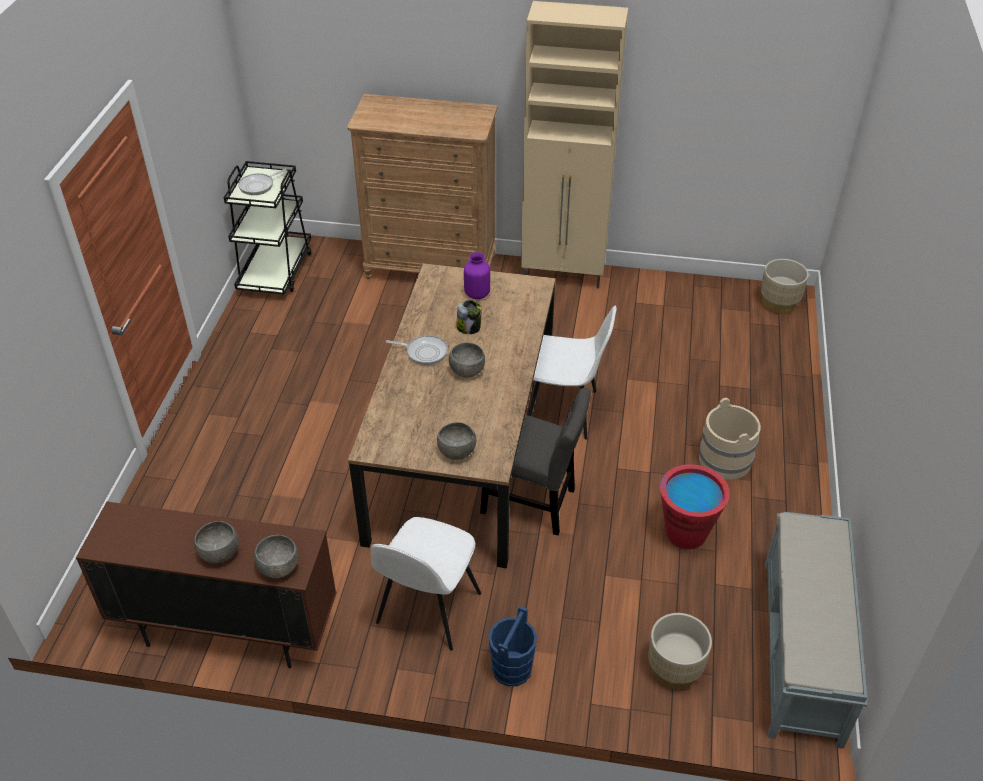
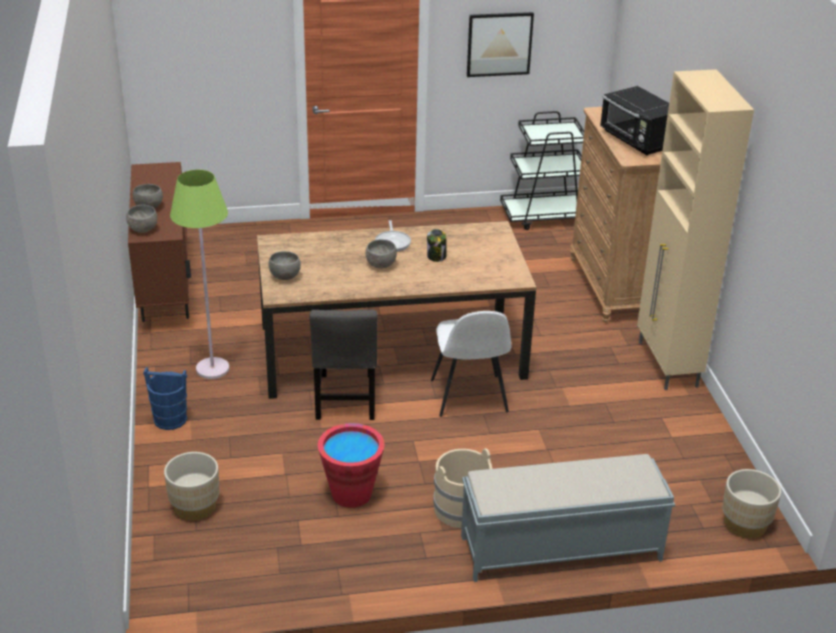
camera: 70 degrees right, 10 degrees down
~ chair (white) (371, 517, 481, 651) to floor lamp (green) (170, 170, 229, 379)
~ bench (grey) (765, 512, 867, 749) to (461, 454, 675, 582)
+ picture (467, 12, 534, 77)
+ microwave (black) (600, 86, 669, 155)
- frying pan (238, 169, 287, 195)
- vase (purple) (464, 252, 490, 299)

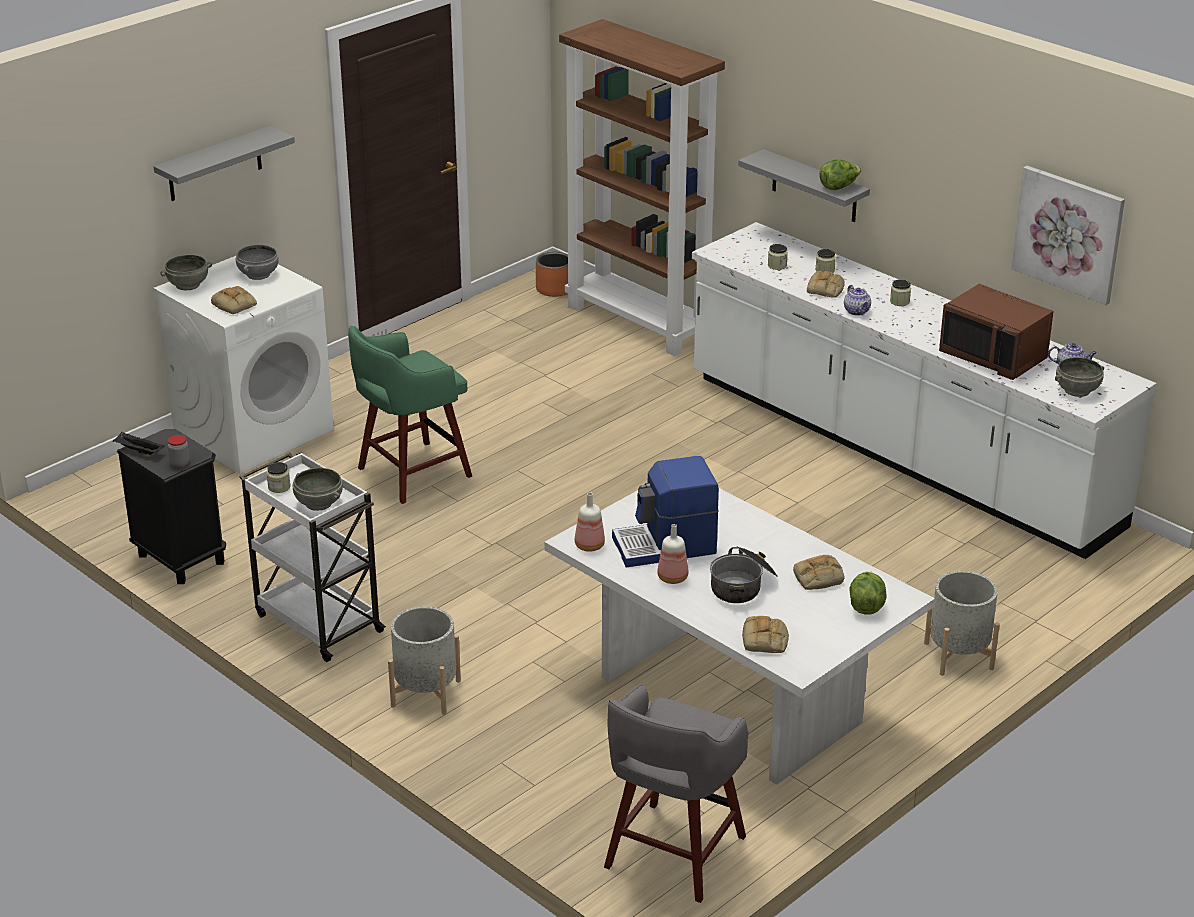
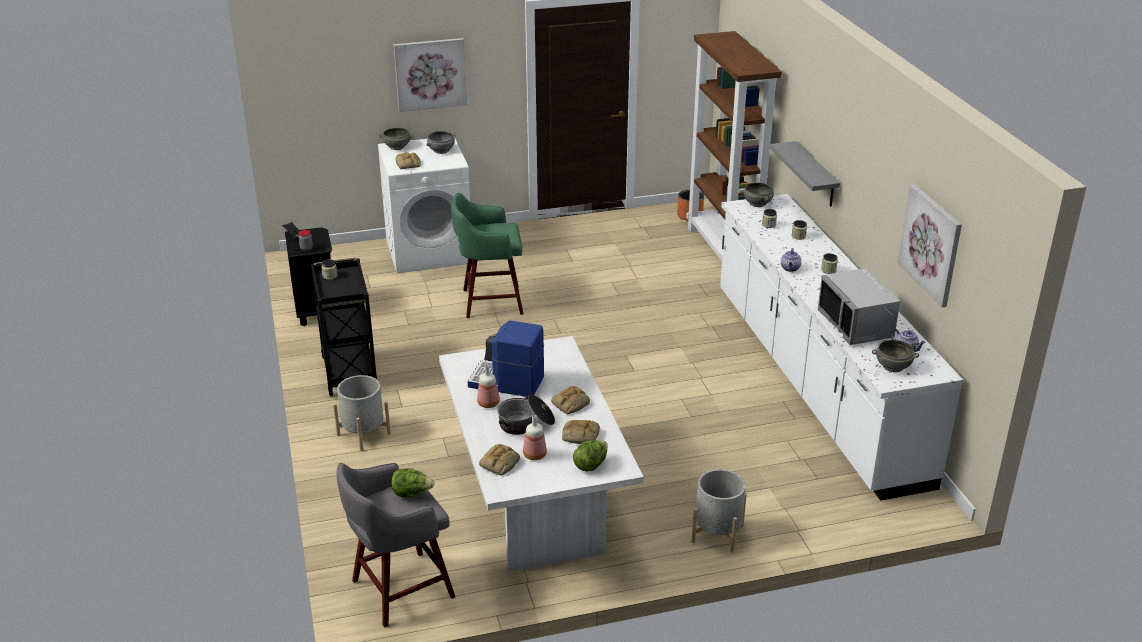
camera: 30 degrees right, 0 degrees up
~ cart (white) (239, 451, 386, 662) to cart (black) (311, 258, 377, 397)
~ lettuce (819, 159, 861, 190) to (391, 468, 435, 498)
~ shelf (grey) (154, 126, 295, 201) to picture (394, 38, 467, 112)
~ bottle (575, 492, 605, 552) to (523, 415, 547, 460)
~ bread (807, 271, 845, 298) to (551, 386, 590, 414)
~ bowl (grey) (293, 468, 343, 511) to (744, 183, 774, 207)
~ microwave (brown) (939, 283, 1054, 380) to microwave (grey) (818, 268, 900, 345)

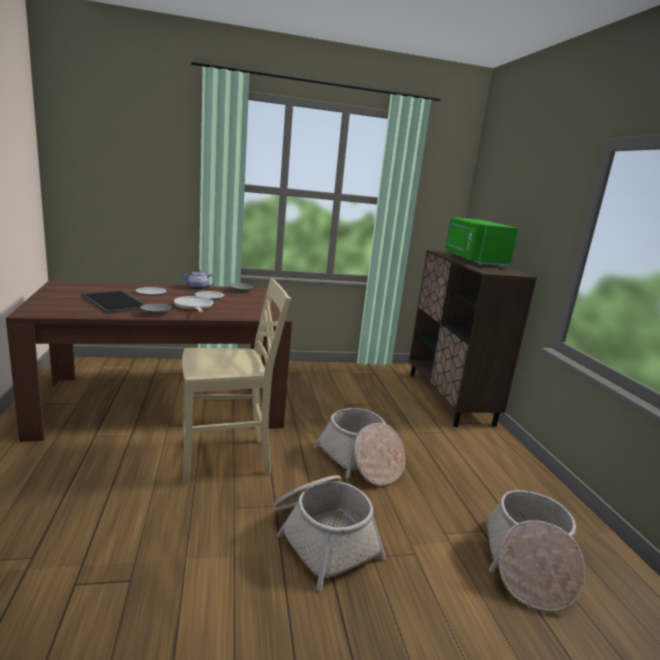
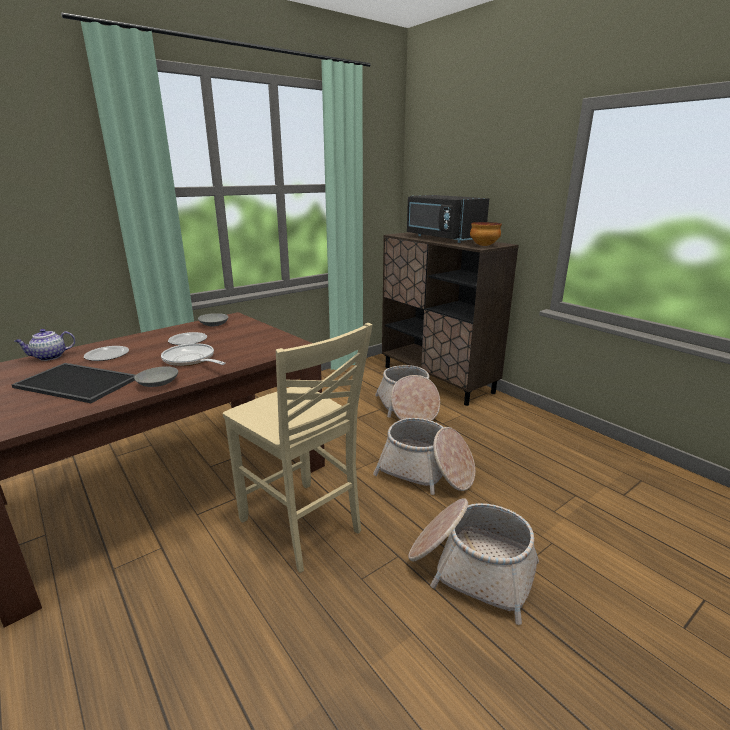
camera: 25 degrees left, 5 degrees up
~ teapot (182, 269, 215, 290) to (14, 329, 75, 361)
~ chair (beige) (182, 278, 291, 484) = (223, 323, 372, 573) 90 degrees clockwise
~ basket (484, 490, 585, 612) to (375, 365, 440, 421)
~ microwave (green) (445, 217, 519, 268) to microwave (black) (407, 195, 489, 243)
+ bowl (470, 222, 502, 246)

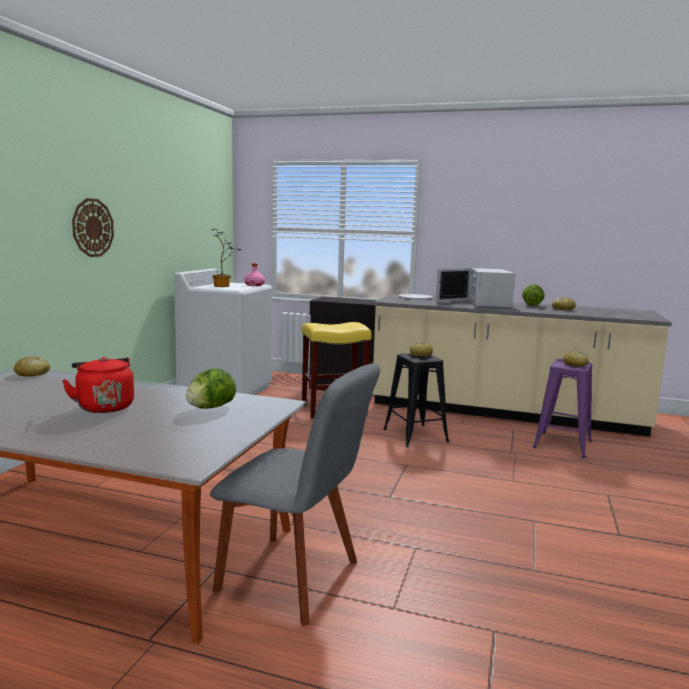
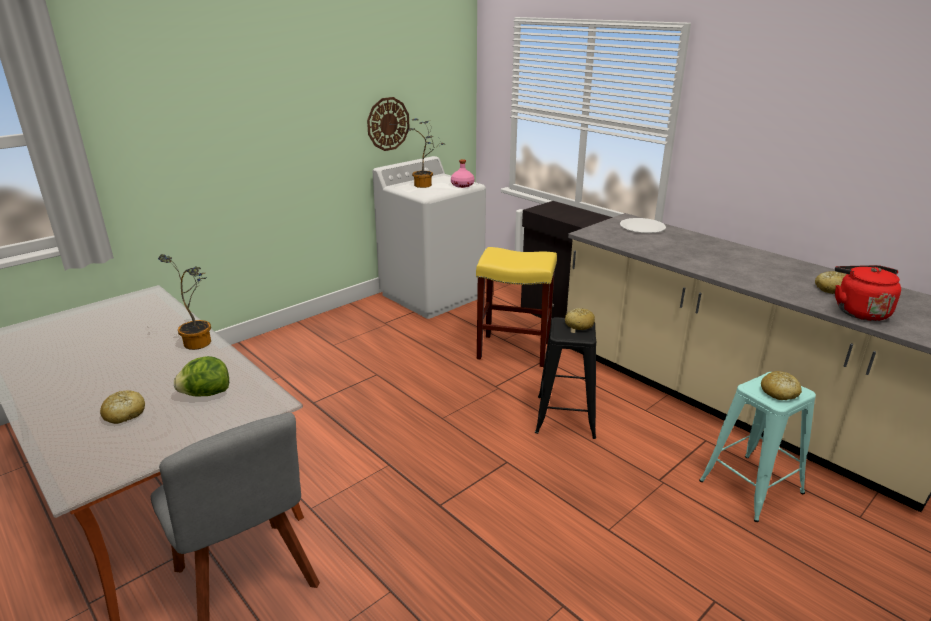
camera: 30 degrees right, 15 degrees up
~ bread (14, 356, 50, 377) to (100, 390, 145, 424)
+ potted plant (158, 254, 211, 350)
~ wall clock (72, 198, 114, 257) to (367, 97, 410, 151)
~ stool (purple) (533, 359, 592, 458) to stool (turquoise) (699, 372, 816, 522)
~ kettle (red) (62, 357, 134, 413) to (835, 265, 901, 321)
- microwave (white) (435, 268, 515, 308)
- lettuce (522, 284, 545, 306)

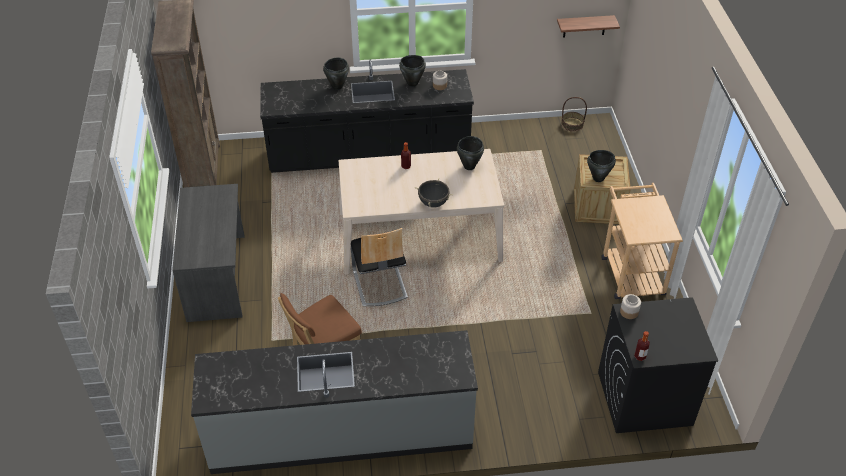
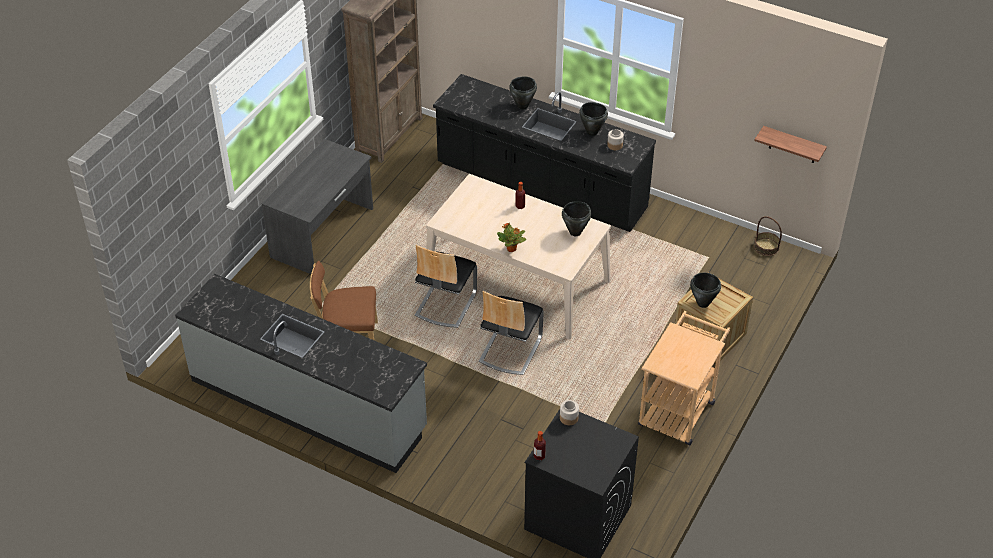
camera: 35 degrees right, 0 degrees up
+ chair (479, 291, 544, 375)
~ cooking pot (black) (415, 178, 453, 208) to potted plant (497, 223, 526, 252)

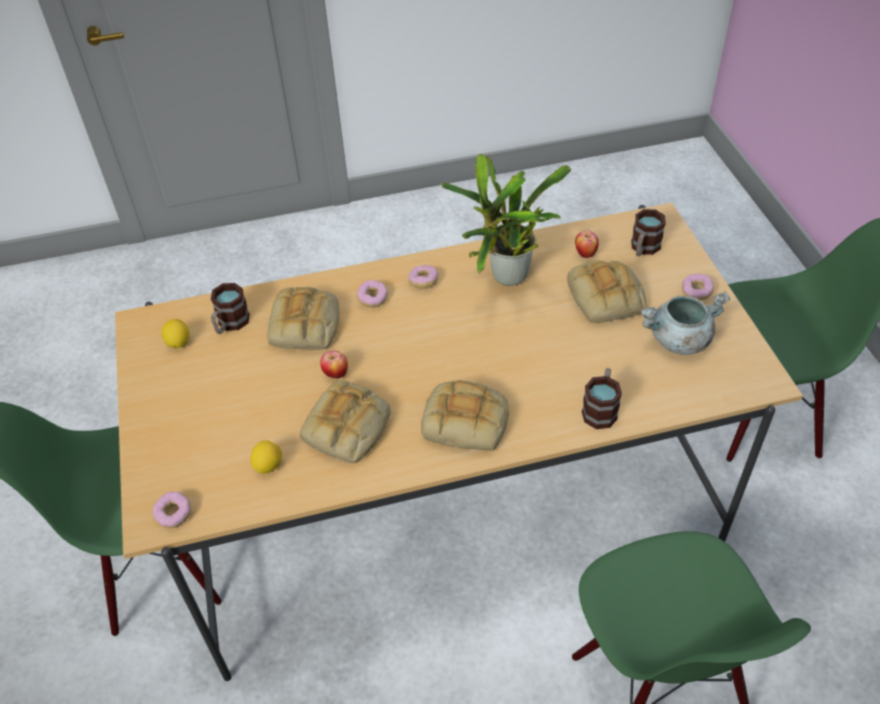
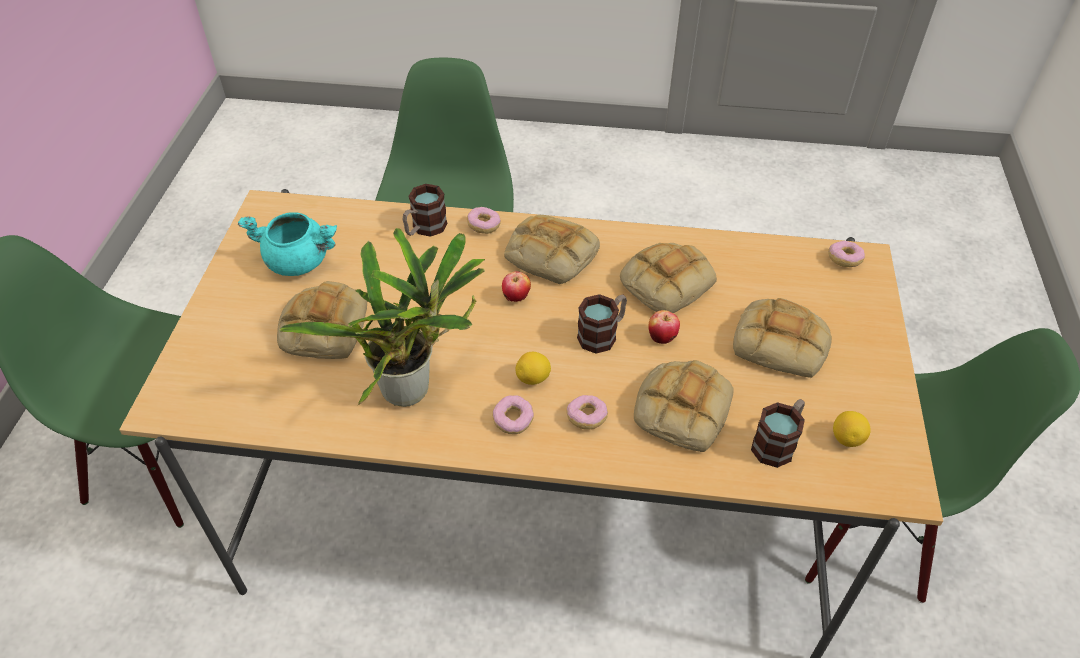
camera: 160 degrees left, 0 degrees up
~ cooking pot (grey) (641, 292, 730, 355) to cooking pot (turquoise) (238, 212, 337, 276)
~ donut (682, 274, 714, 300) to (467, 207, 501, 234)
~ apple (575, 231, 599, 258) to (502, 271, 531, 302)
~ lemon (250, 440, 282, 474) to (515, 352, 551, 385)
~ mug (631, 209, 666, 256) to (577, 294, 627, 354)
+ bread (733, 298, 832, 378)

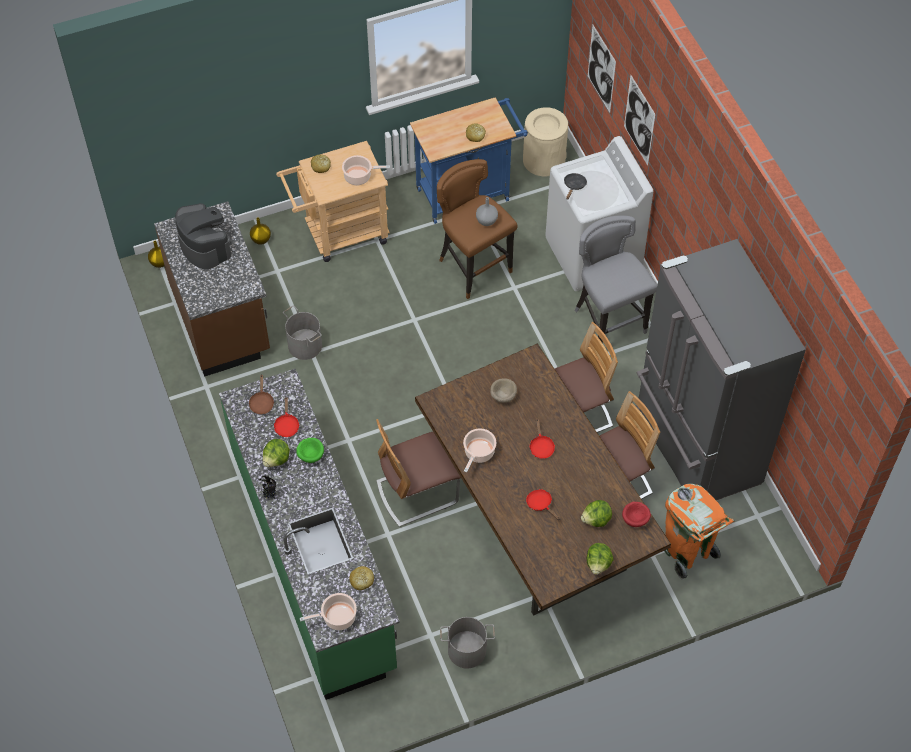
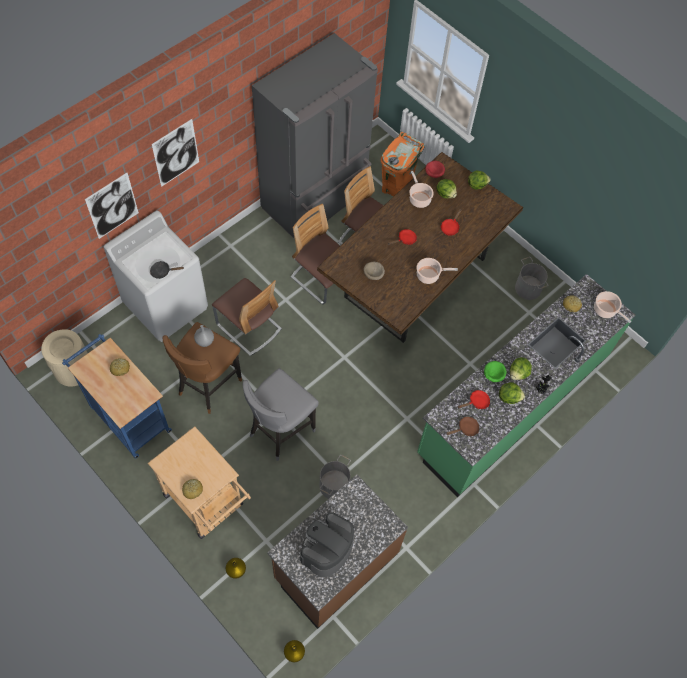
camera: 115 degrees left, 5 degrees up
~ picture (588, 25, 616, 113) to (152, 119, 199, 187)
~ chair (376, 419, 461, 527) to (212, 278, 282, 356)
~ stool (grey) (575, 215, 657, 343) to (243, 368, 319, 461)
~ cooking pot (342, 155, 390, 185) to (409, 171, 434, 208)
+ lettuce (510, 357, 532, 380)

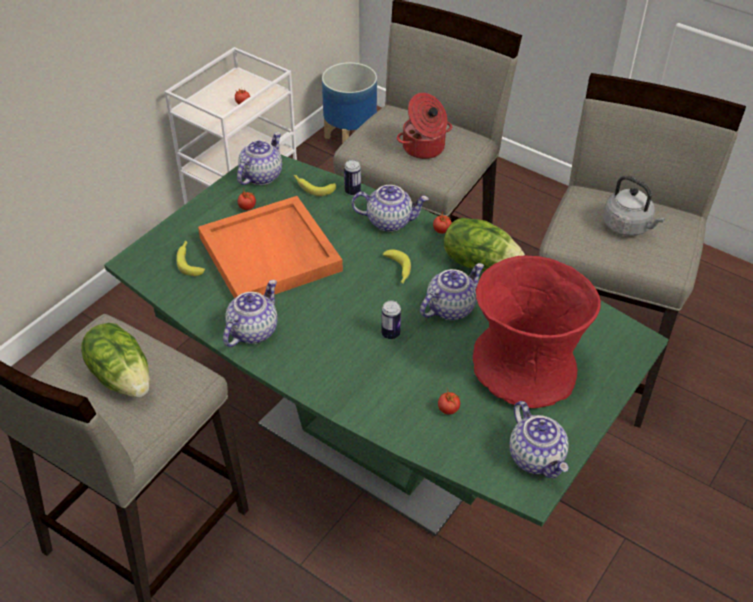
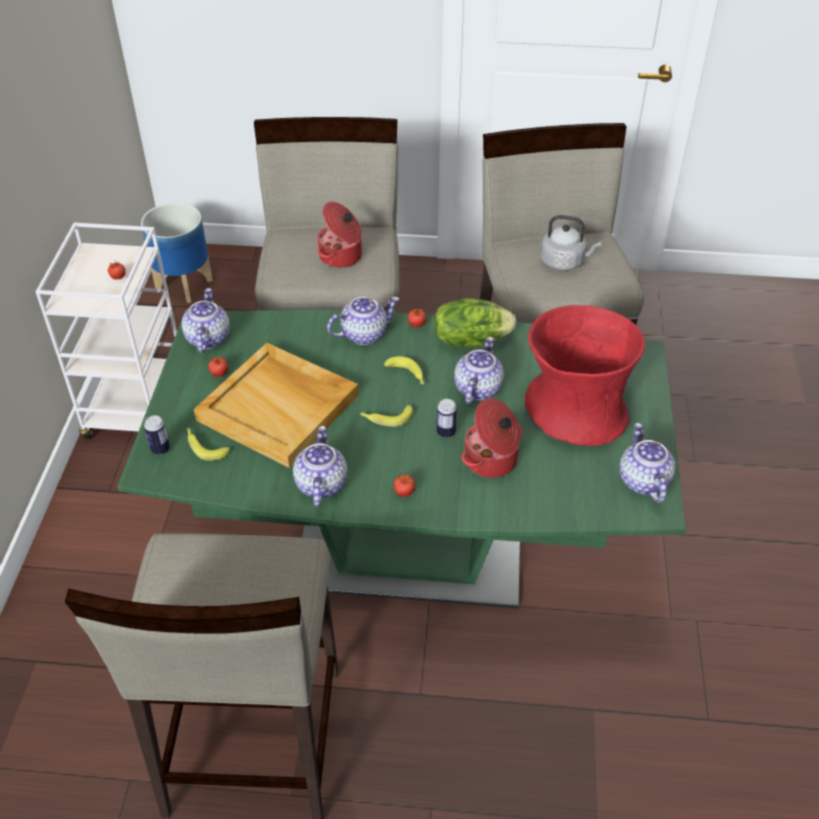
camera: 30 degrees left, 0 degrees up
~ can (344, 160, 361, 196) to (144, 415, 170, 455)
~ tray (orange) (198, 196, 343, 299) to tray (beige) (194, 343, 358, 468)
~ banana (293, 175, 336, 196) to (360, 405, 413, 427)
~ tomato (438, 390, 460, 415) to (394, 474, 415, 497)
+ cooking pot (462, 398, 522, 478)
~ teapot (509, 401, 569, 479) = (619, 423, 675, 503) 135 degrees counterclockwise
- lettuce (81, 323, 150, 397)

